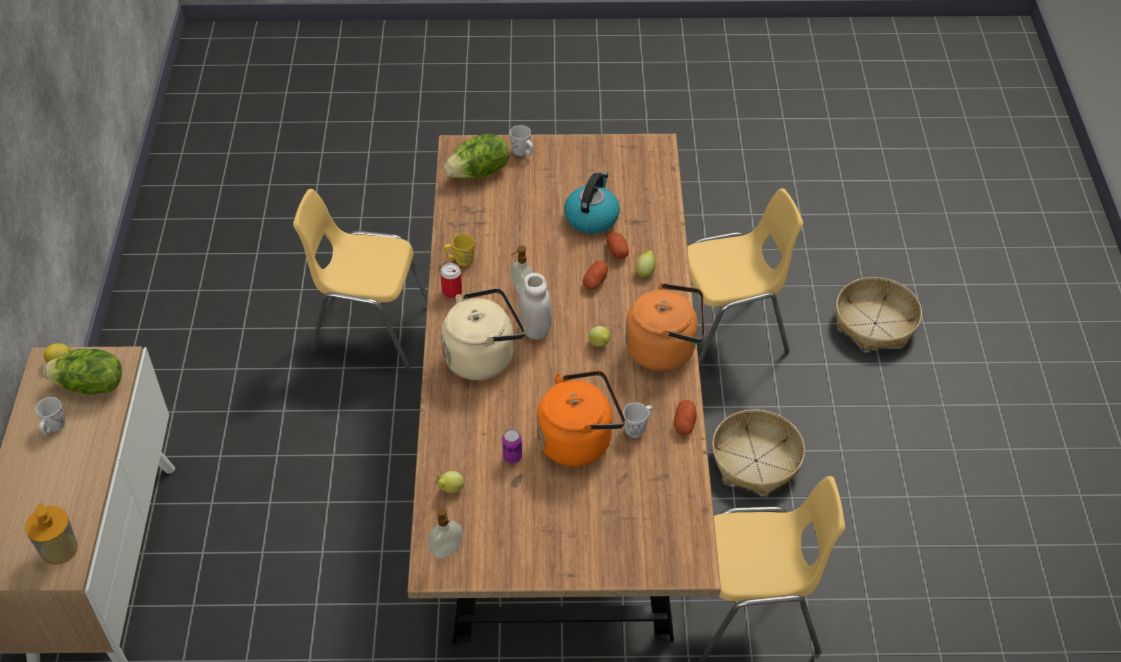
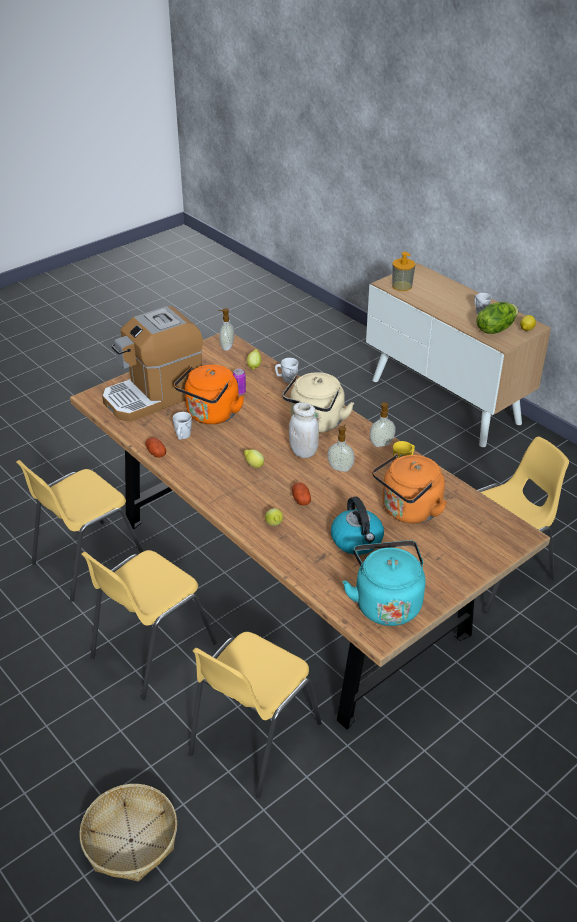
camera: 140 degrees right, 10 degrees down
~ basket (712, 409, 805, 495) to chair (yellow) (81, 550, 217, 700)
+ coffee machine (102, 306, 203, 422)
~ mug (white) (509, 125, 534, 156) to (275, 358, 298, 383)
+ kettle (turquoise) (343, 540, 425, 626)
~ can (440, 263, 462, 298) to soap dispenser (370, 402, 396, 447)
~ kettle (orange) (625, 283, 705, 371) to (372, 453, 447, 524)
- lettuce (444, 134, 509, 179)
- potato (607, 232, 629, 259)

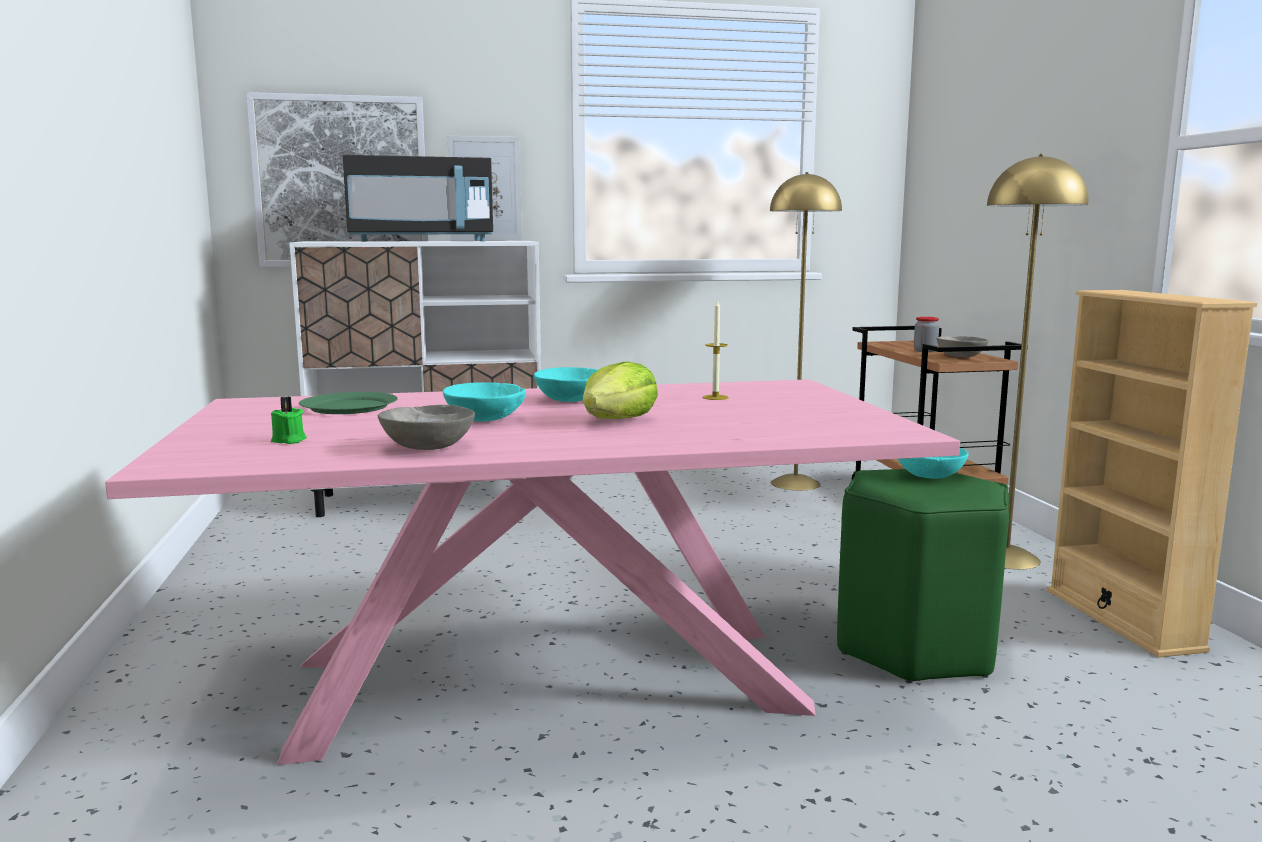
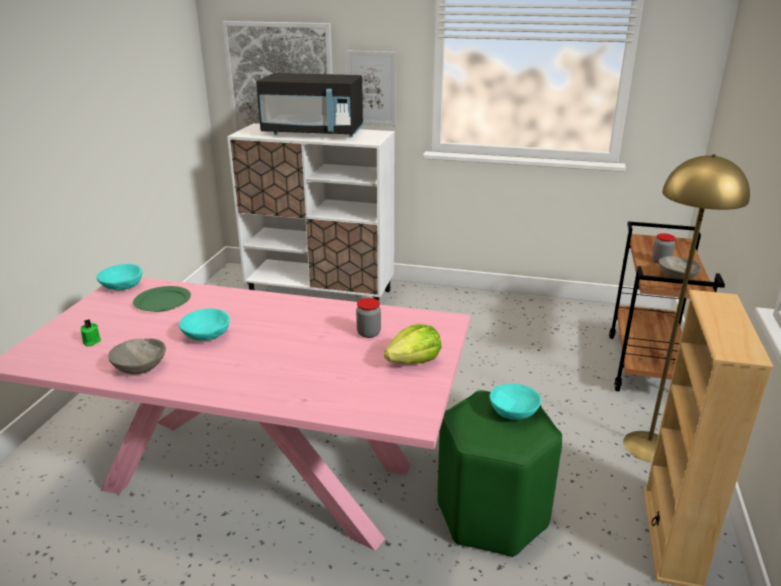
camera: 25 degrees right, 15 degrees up
~ bowl (turquoise) (534, 367, 598, 402) to (96, 264, 142, 290)
~ candle (703, 299, 729, 400) to jar (356, 298, 381, 338)
~ lettuce (583, 361, 658, 419) to (384, 324, 441, 364)
- floor lamp (yellow) (770, 172, 842, 491)

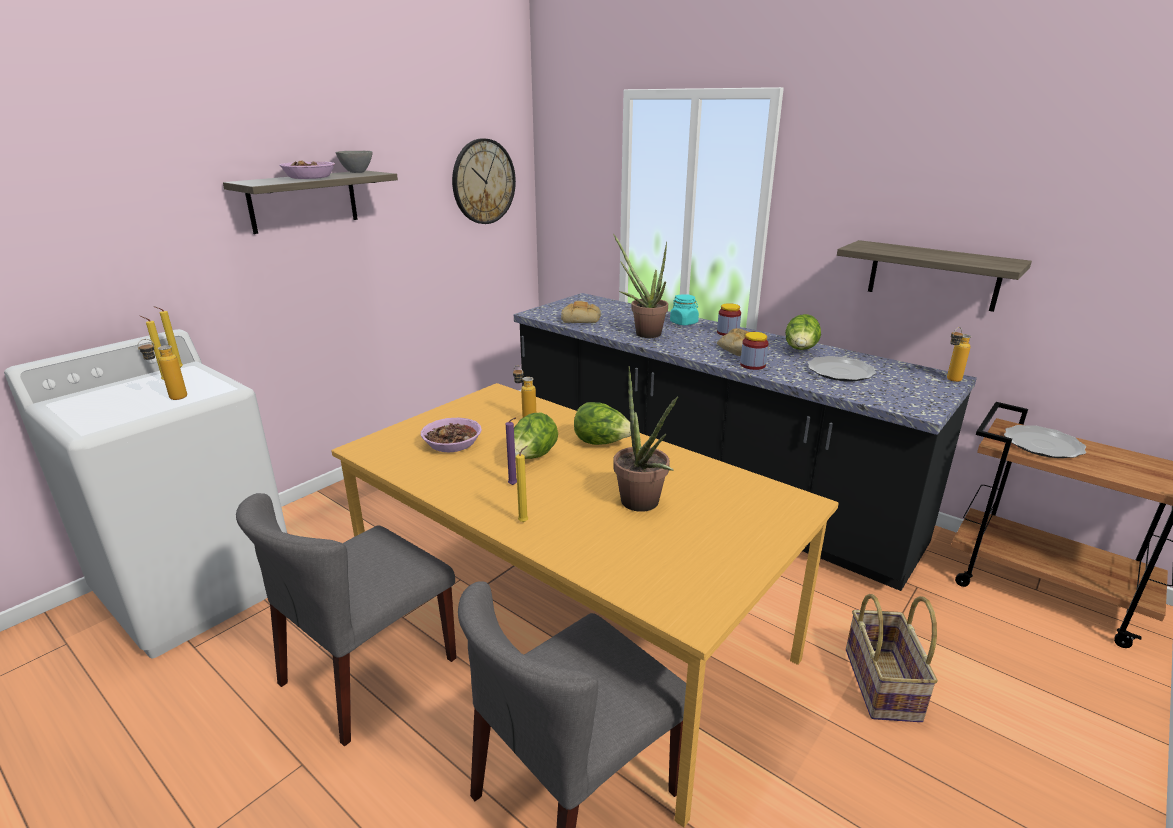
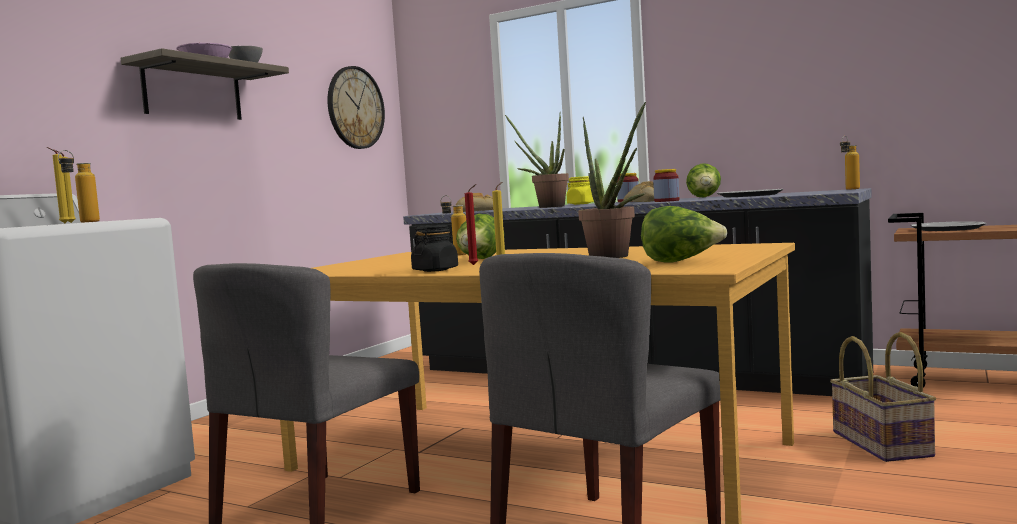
camera: 10 degrees left, 20 degrees down
+ jar (black) (411, 225, 458, 272)
~ candle (purple) (506, 418, 517, 485) to candle (red) (465, 184, 478, 265)
~ jar (turquoise) (670, 294, 699, 325) to jar (yellow) (567, 176, 594, 205)
~ lettuce (574, 402, 631, 445) to (641, 206, 728, 262)
- bowl (421, 418, 482, 452)
- shelf (837, 240, 1032, 312)

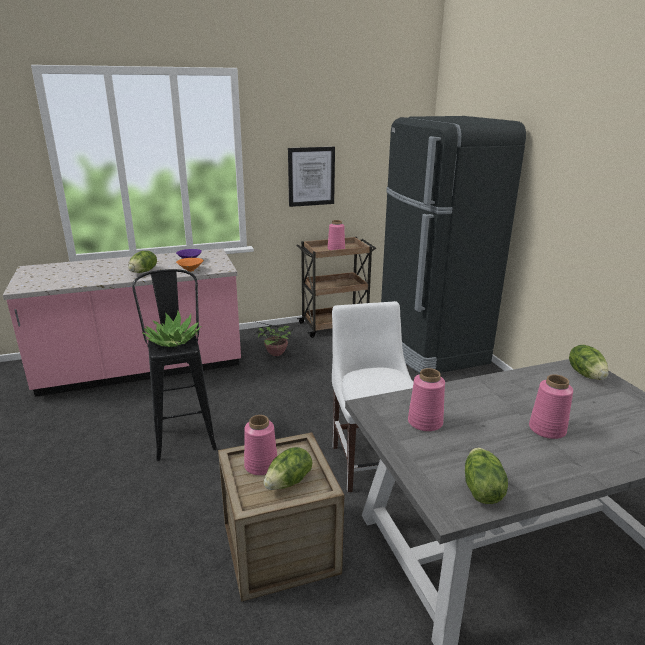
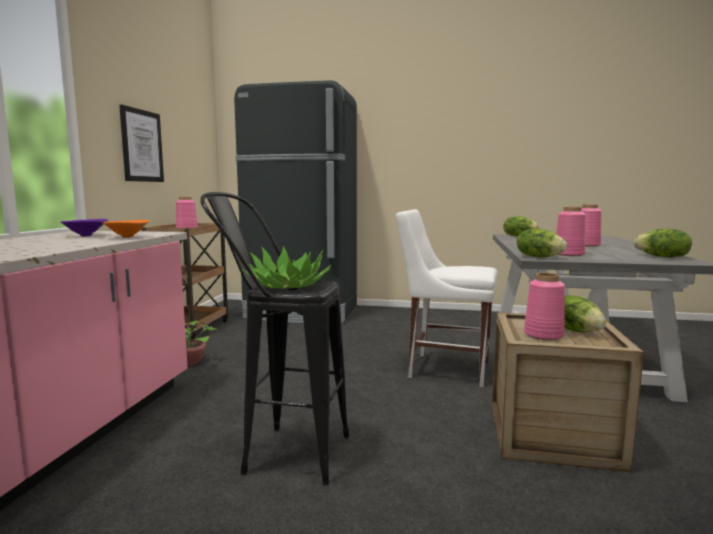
camera: 60 degrees left, 15 degrees down
~ lettuce (128, 251, 157, 273) to (517, 228, 567, 257)

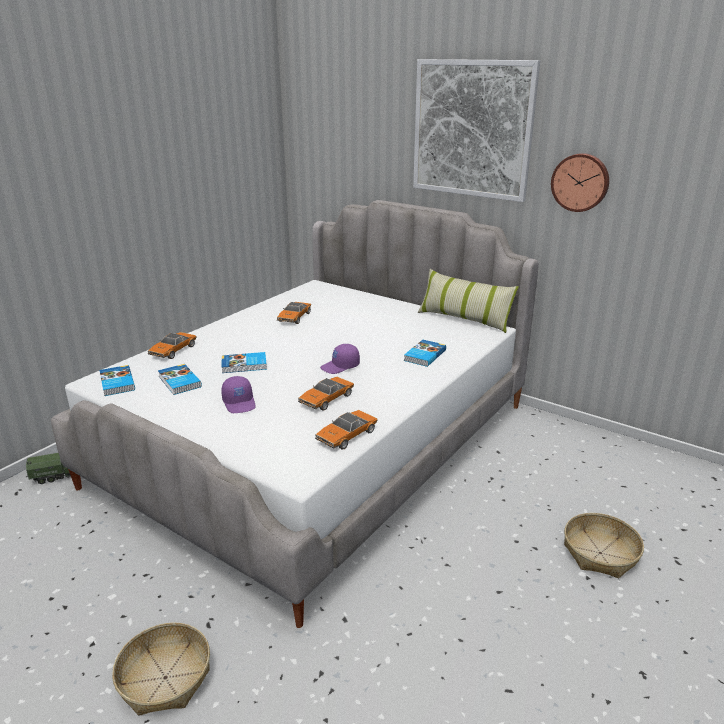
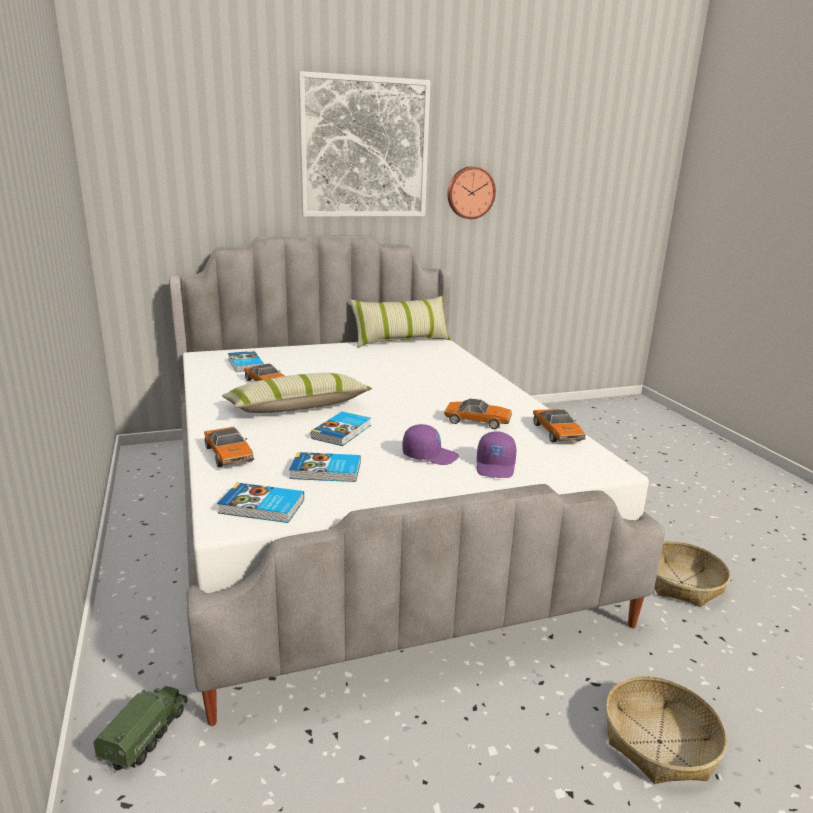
camera: 55 degrees left, 5 degrees down
+ pillow (222, 373, 372, 413)
~ book (404, 340, 446, 367) to (228, 351, 264, 372)
~ toy car (298, 377, 354, 411) = (444, 398, 512, 429) 60 degrees counterclockwise
~ cap (purple) (320, 344, 360, 374) to (477, 431, 517, 478)
~ basket (564, 513, 644, 578) to (654, 541, 731, 607)

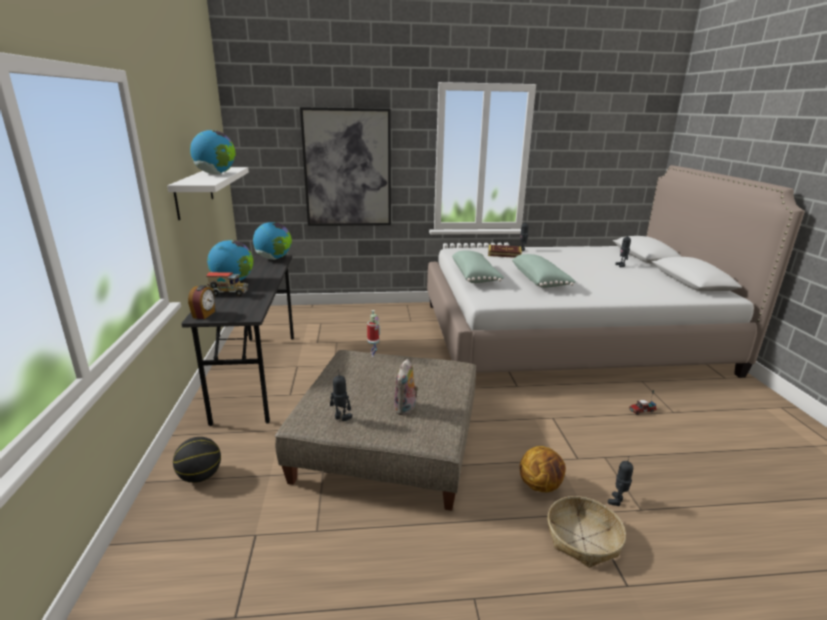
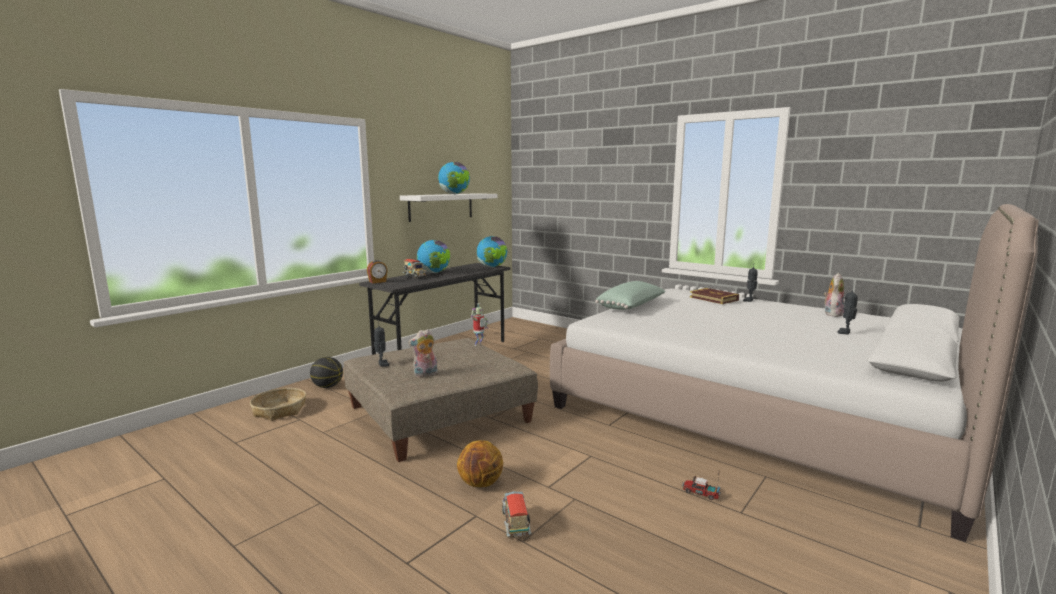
camera: 45 degrees right, 10 degrees down
~ basket (547, 496, 626, 568) to (250, 388, 306, 421)
~ toy robot (608, 456, 633, 506) to toy truck (502, 491, 532, 537)
+ plush toy (824, 273, 844, 317)
- picture (300, 107, 391, 226)
- pillow (green) (512, 254, 576, 288)

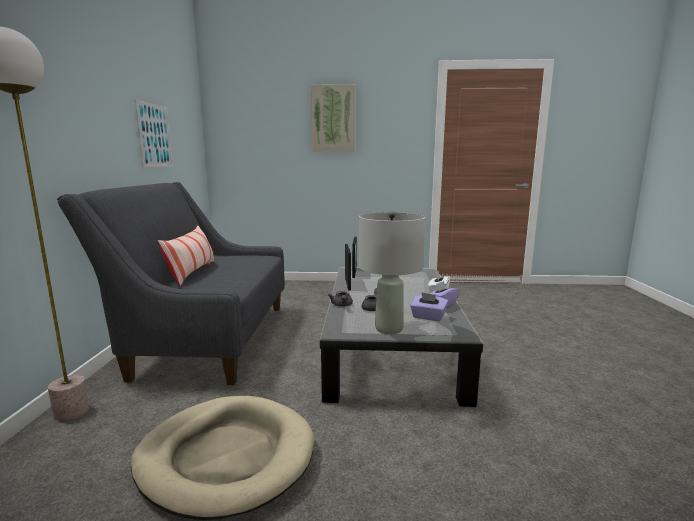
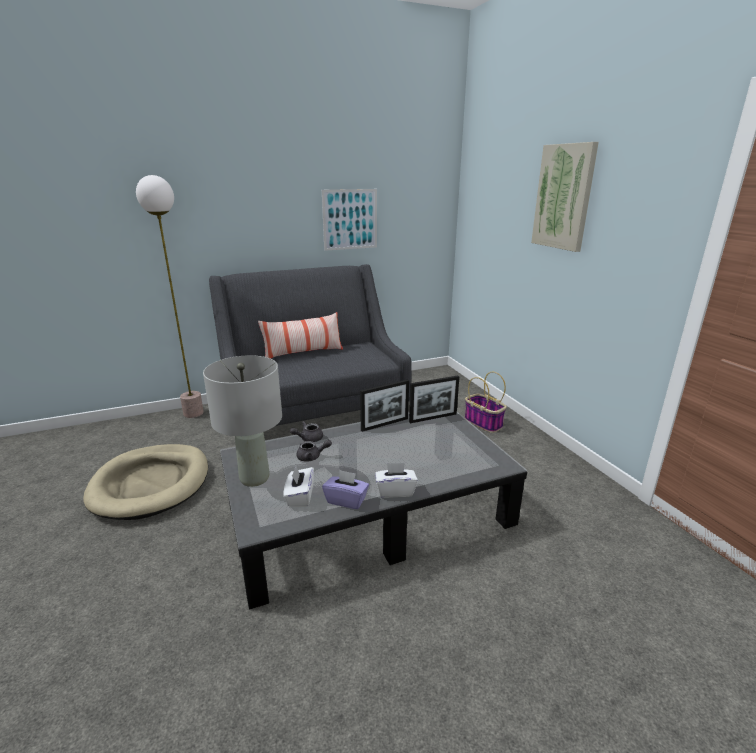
camera: 65 degrees right, 10 degrees up
~ tissue box (purple) (410, 292, 448, 322) to tissue box (white) (283, 466, 314, 507)
+ basket (465, 372, 507, 433)

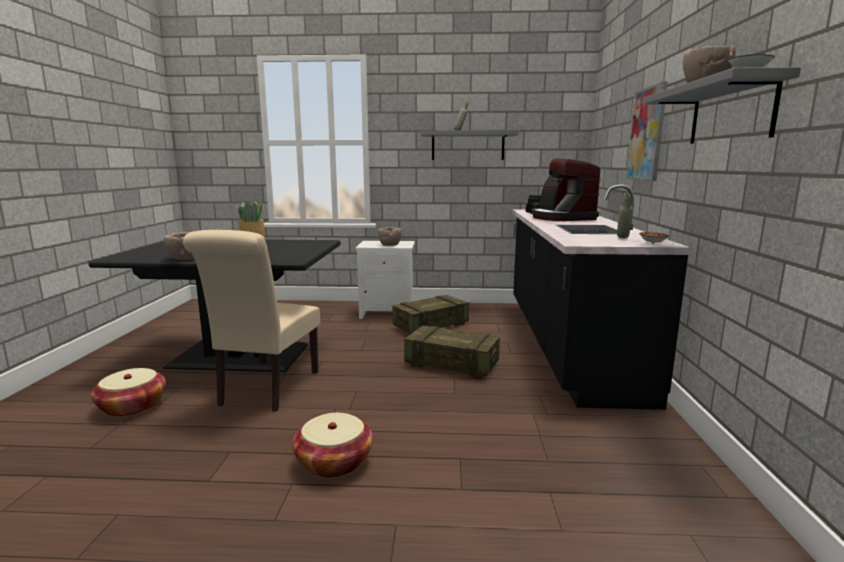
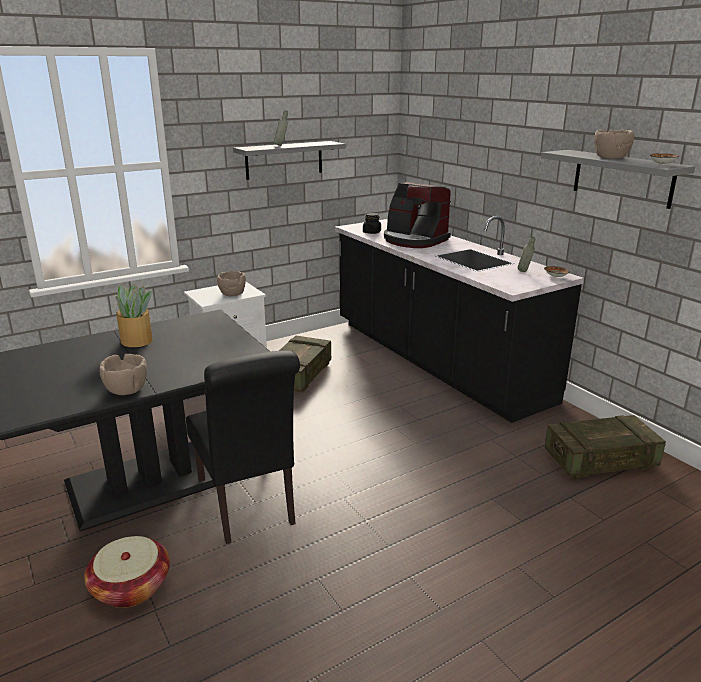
camera: 35 degrees left, 10 degrees up
~ chair (beige) (183, 230, 320, 412) to chair (black) (186, 351, 300, 544)
~ crate (404, 326, 500, 378) to (545, 415, 666, 478)
- basket (293, 413, 373, 478)
- picture (626, 81, 668, 181)

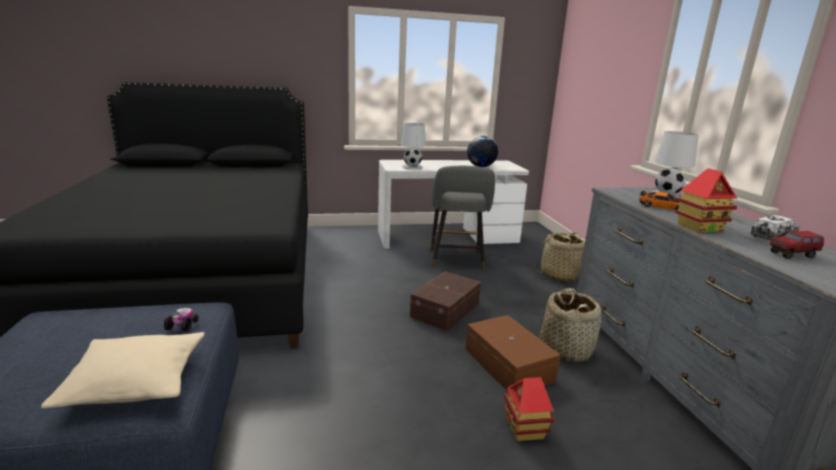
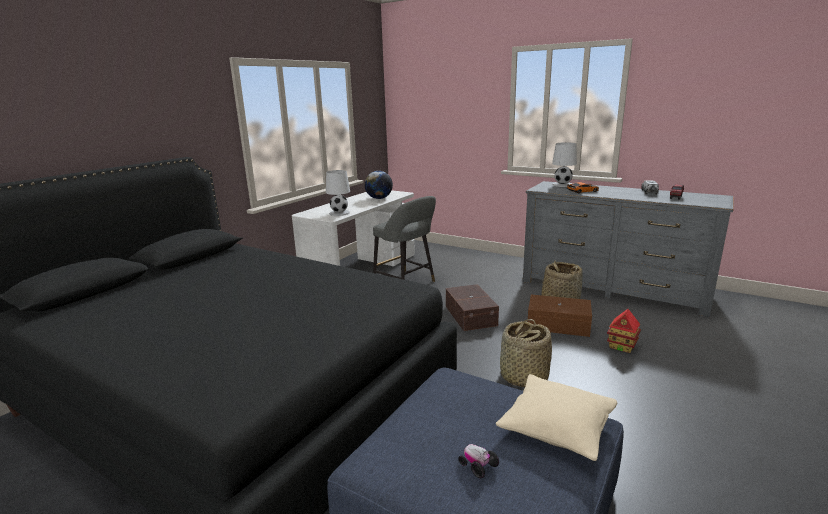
camera: 45 degrees left, 0 degrees up
~ toy car (164, 308, 199, 332) to (458, 444, 499, 478)
~ basket (533, 232, 585, 281) to (500, 319, 552, 387)
- toy house (675, 168, 737, 232)

